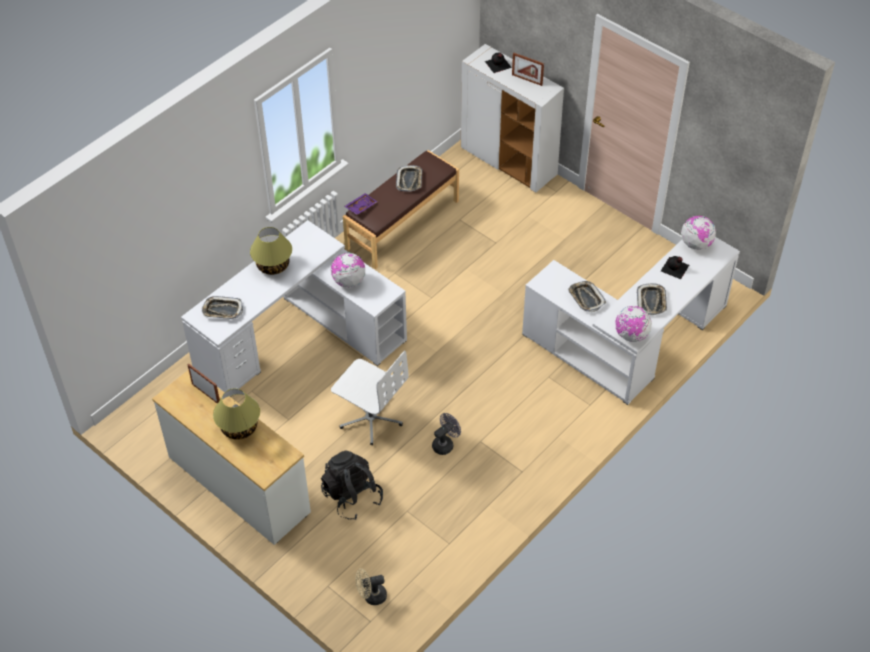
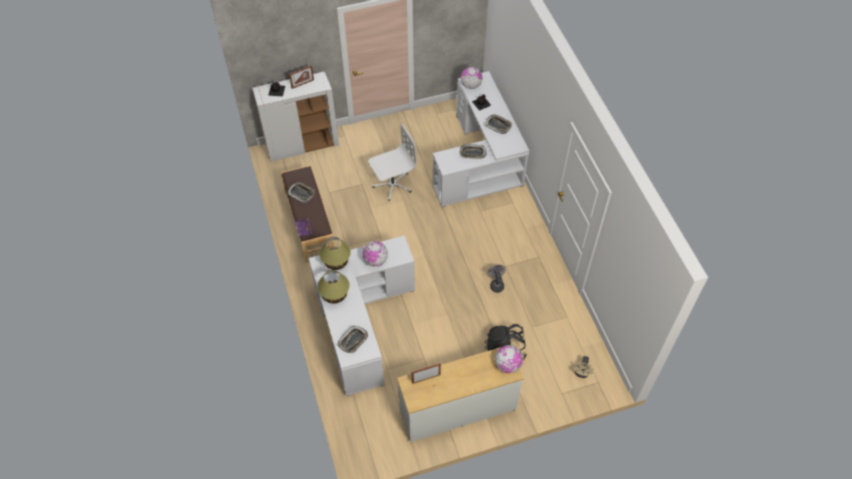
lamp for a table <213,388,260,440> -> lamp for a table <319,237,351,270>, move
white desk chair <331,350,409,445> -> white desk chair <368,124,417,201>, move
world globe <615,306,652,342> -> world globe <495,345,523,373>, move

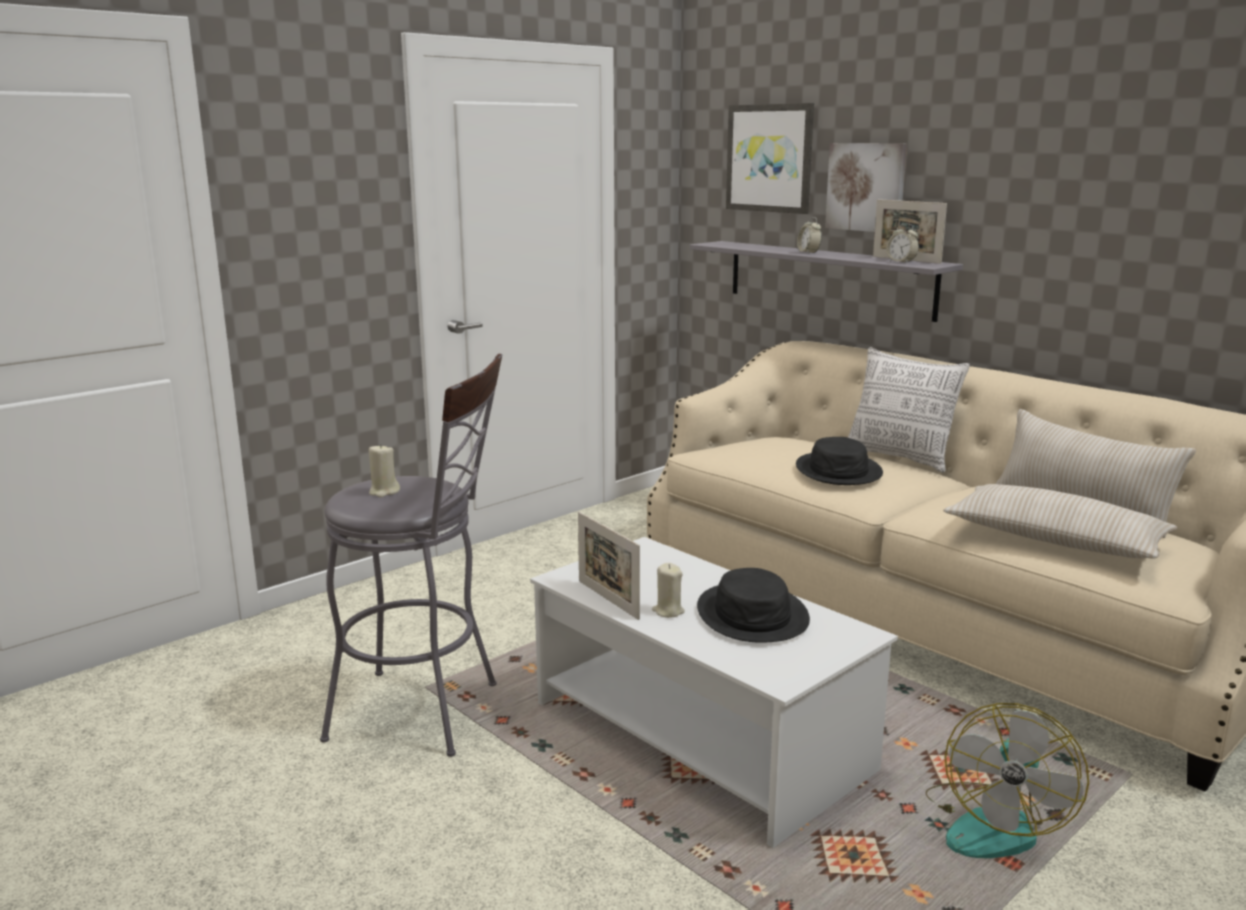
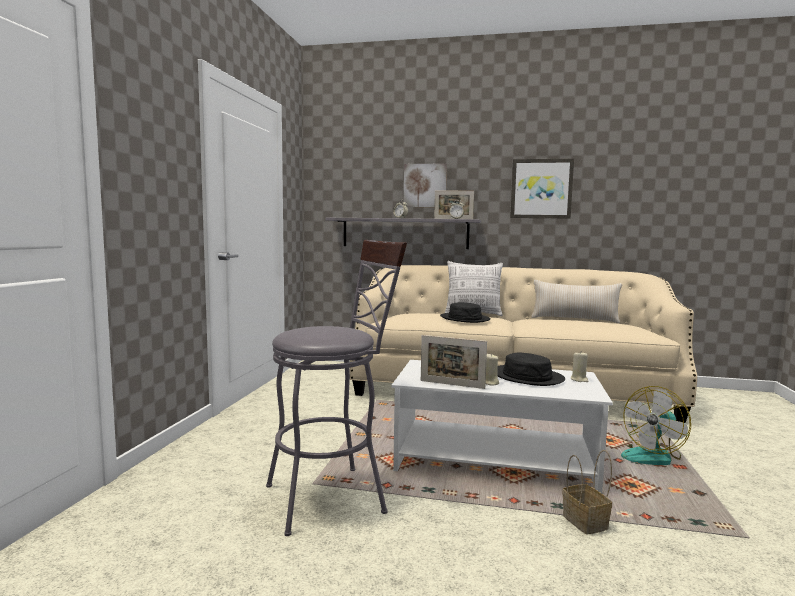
beige-coloured wax candle <369,444,400,497> -> beige-coloured wax candle <571,353,588,382>, move
wall picture <726,103,814,214> -> wall picture <510,158,574,219>, move
cooling fan <925,703,1089,858> -> cooling fan <621,386,691,465>, 60 degrees clockwise
beige-coloured cushion <943,484,1178,558> -> none
none -> basket <563,450,612,534>

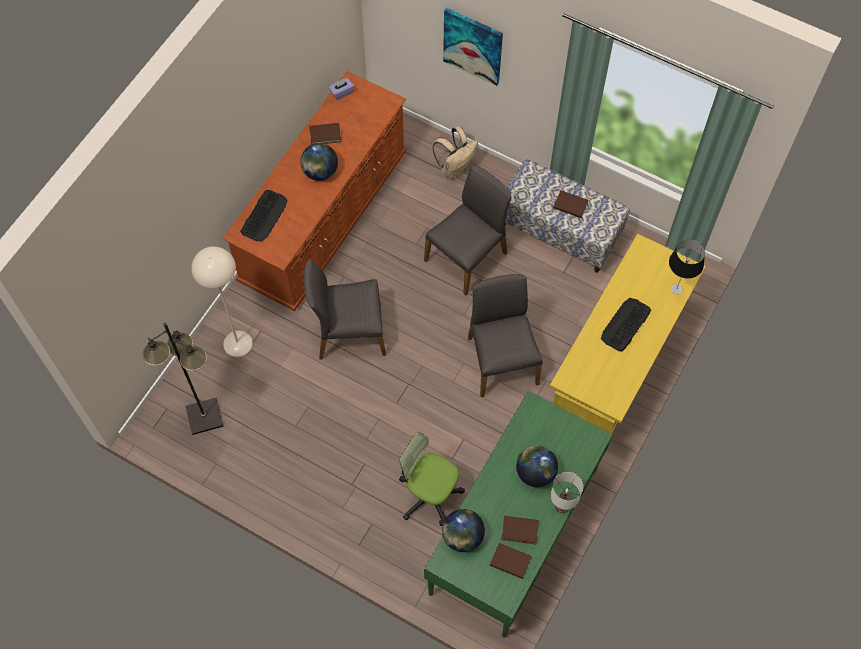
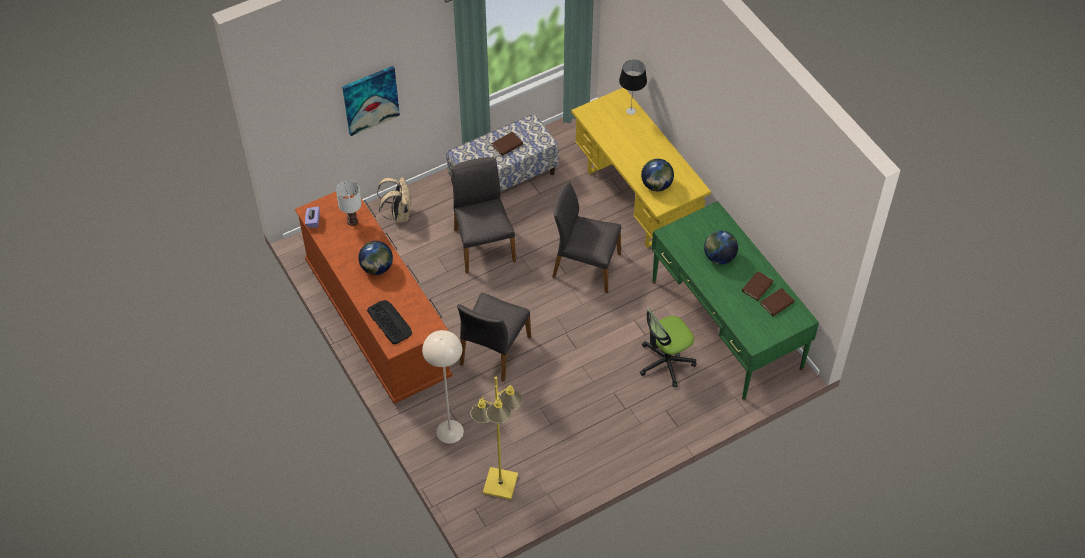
black-coloured floor lamp <143,323,223,435> -> yellow-coloured floor lamp <470,377,523,500>
brownish bound book <309,123,341,145> -> none
world globe <442,509,485,552> -> world globe <641,159,674,191>, move
white lamp for a table <551,472,583,513> -> white lamp for a table <336,181,362,226>, move
PC keyboard <601,298,651,352> -> none

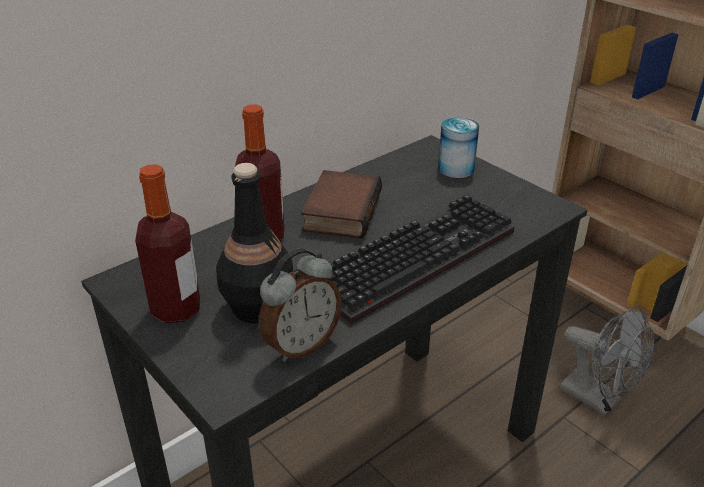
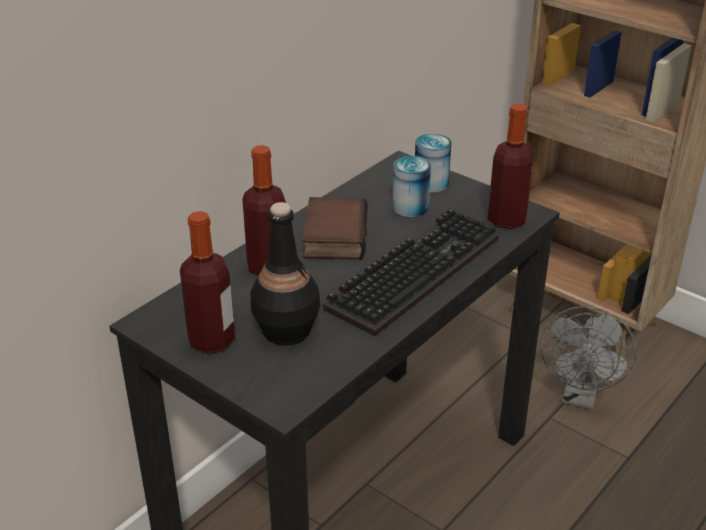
bedside clock <259,248,342,362> -> none
grey cooling fan <560,308,654,416> -> grey cooling fan <540,306,637,410>, 75 degrees clockwise
none -> can <393,156,431,217>
none -> beverage bottle <488,104,534,229>

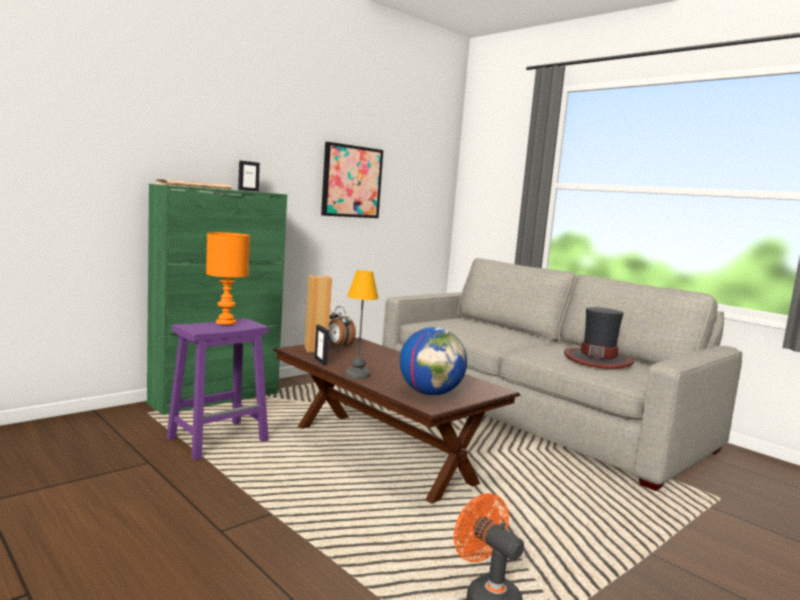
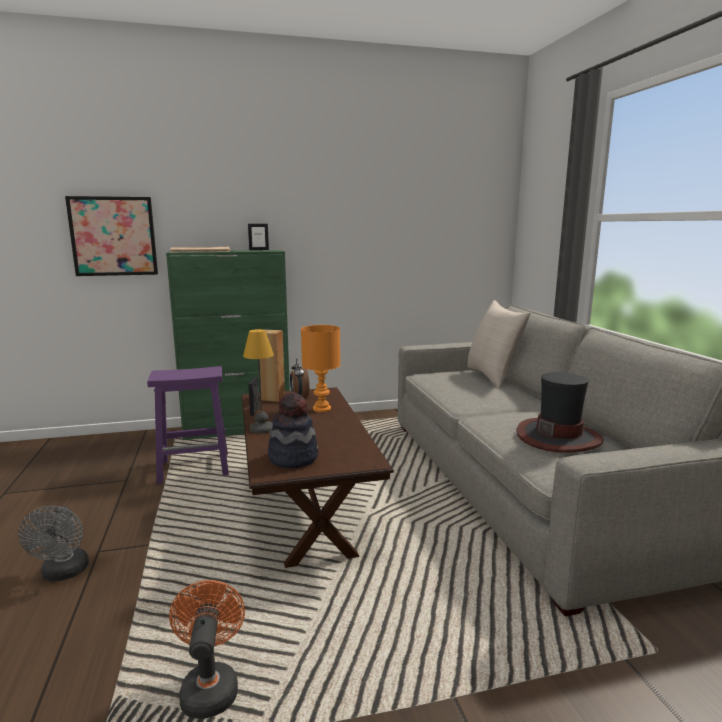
orange-coloured lamp for a table <206,232,250,325> -> orange-coloured lamp for a table <301,325,340,412>, move
wall picture <321,142,383,218> -> wall picture <65,196,158,276>, move
world globe <399,327,467,395> -> wearable hat <268,392,318,468>
none -> grey cooling fan <18,506,89,581>
none -> beige-coloured cushion <467,300,531,388>

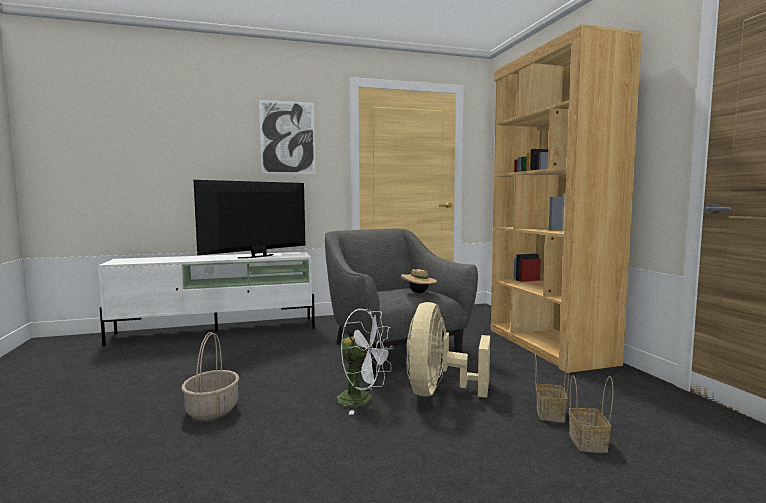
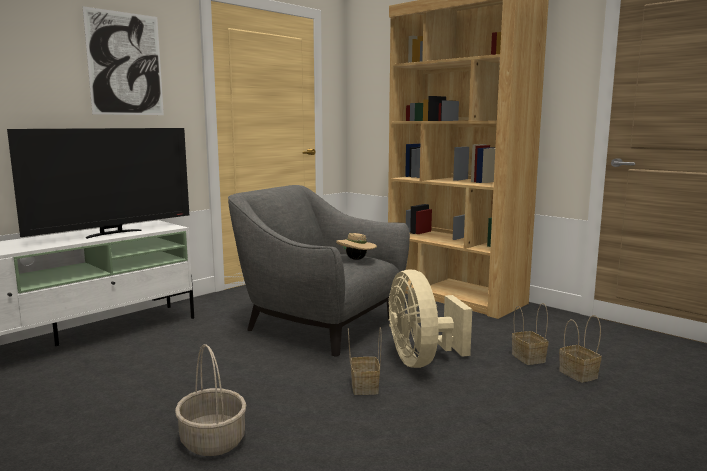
TV <194,180,305,258> -> TV <7,128,189,239>, 150 degrees counterclockwise
white cooling fan <334,309,394,414> -> basket <348,327,381,395>

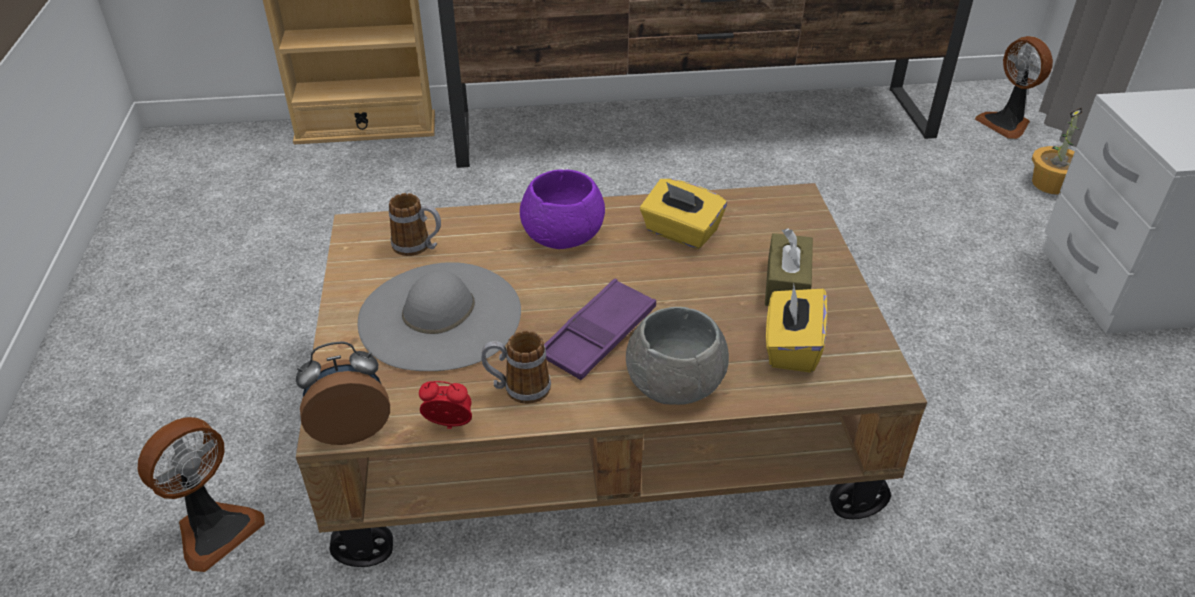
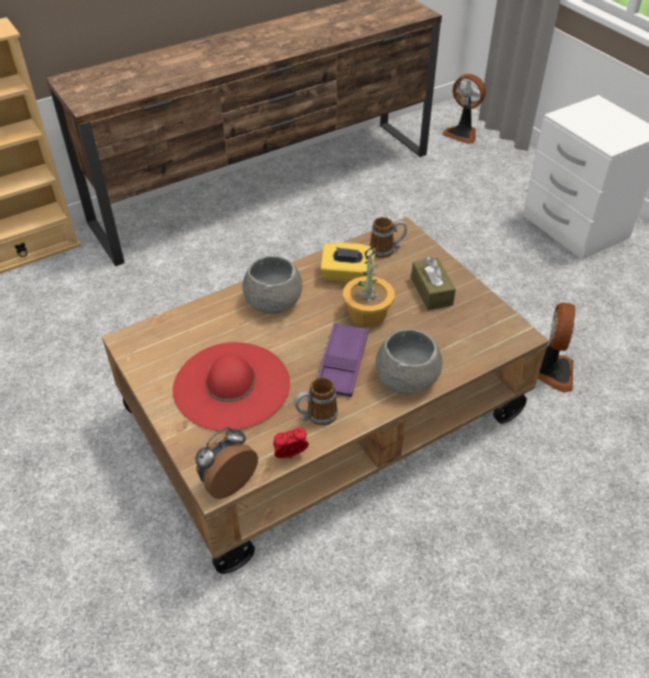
cooling fan <137,417,265,572> -> cooling fan <537,303,575,393>, move
grey wearable hat <358,262,521,371> -> red-coloured wearable hat <173,342,290,431>
tea mug <389,193,441,256> -> tea mug <369,217,407,258>, move
purple bowl <520,169,605,249> -> grey bowl <243,256,303,314>
yellow-coloured tissue box <766,284,827,373> -> none
potted plant <1032,107,1082,195> -> potted plant <343,246,395,327>, move

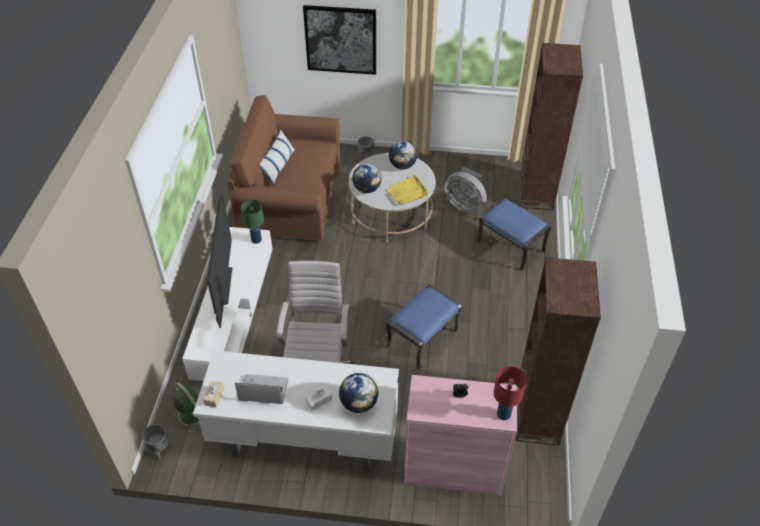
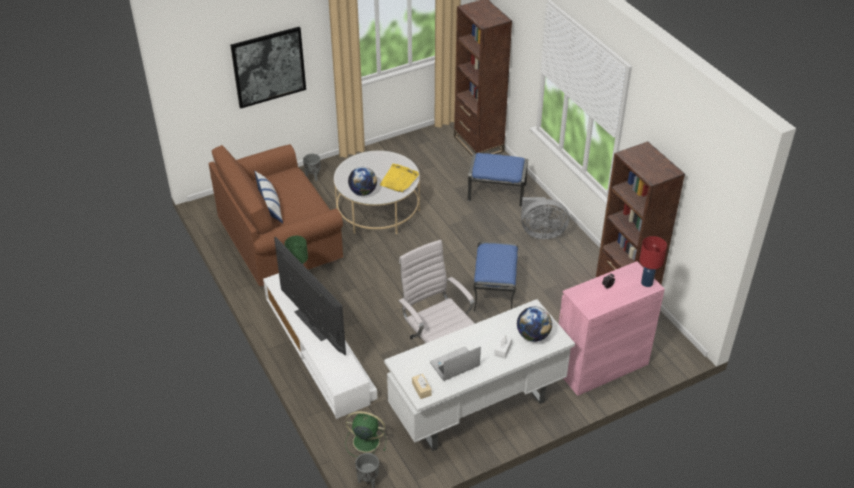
world globe <389,141,417,169> -> none
grey cooling fan <444,167,487,214> -> grey cooling fan <521,197,569,239>, move

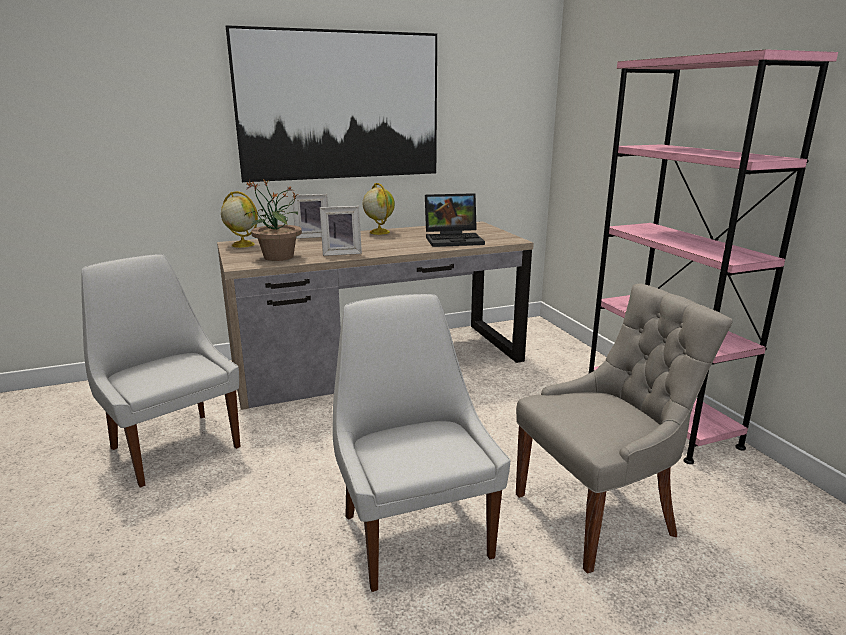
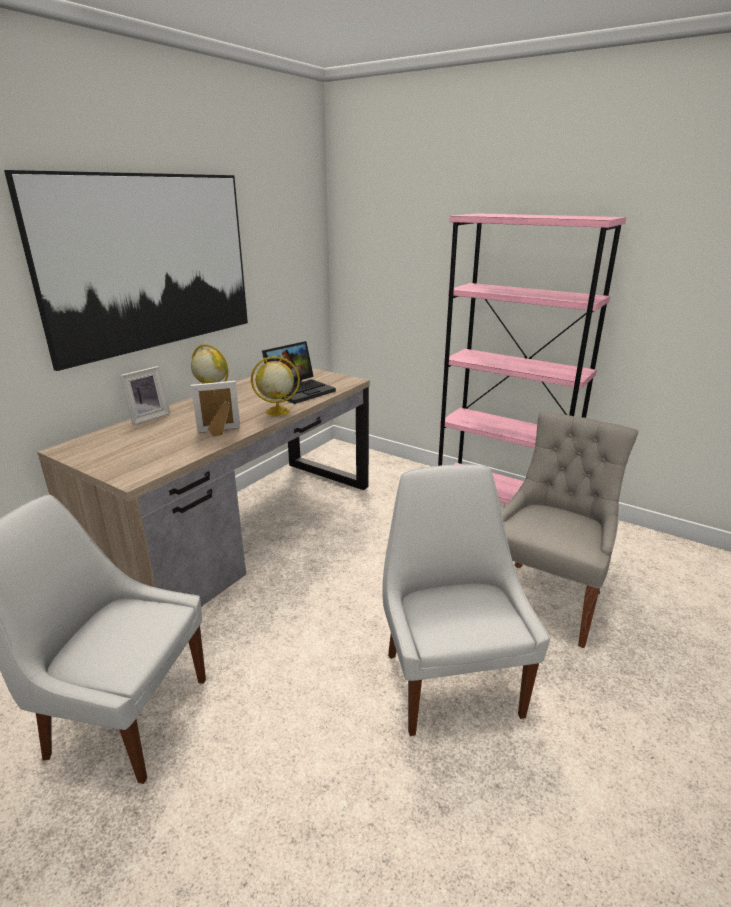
world globe <221,191,258,248> -> world globe <251,356,300,416>, move
potted plant <244,180,302,261> -> none
standing frame <320,206,362,256> -> standing frame <191,381,240,437>, 150 degrees counterclockwise
white chair <332,294,511,592> -> white chair <382,464,550,736>, 45 degrees clockwise

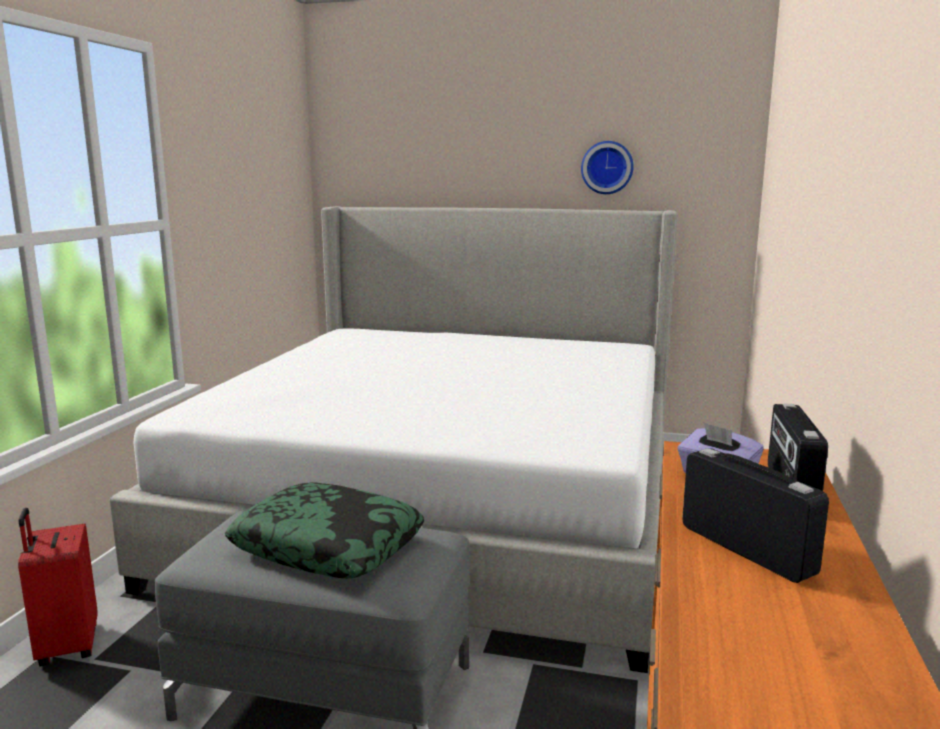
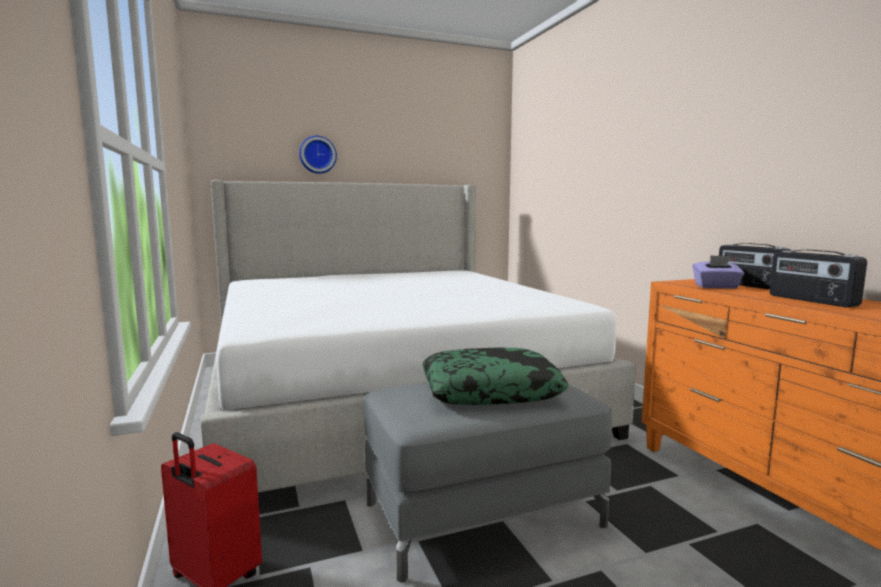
hanging clock <581,141,634,194> -> hanging clock <299,135,337,174>, move
radio receiver <682,448,829,583> -> radio receiver <770,250,867,307>, 135 degrees counterclockwise

